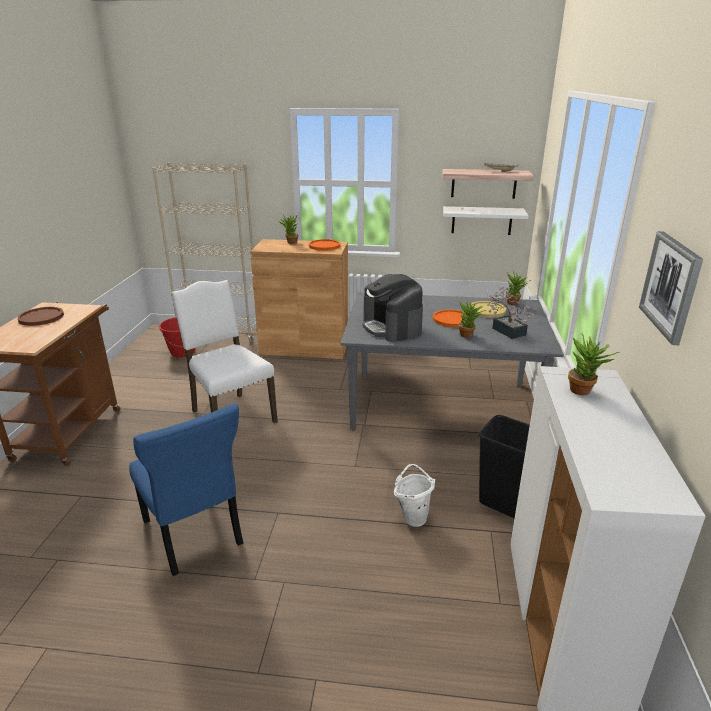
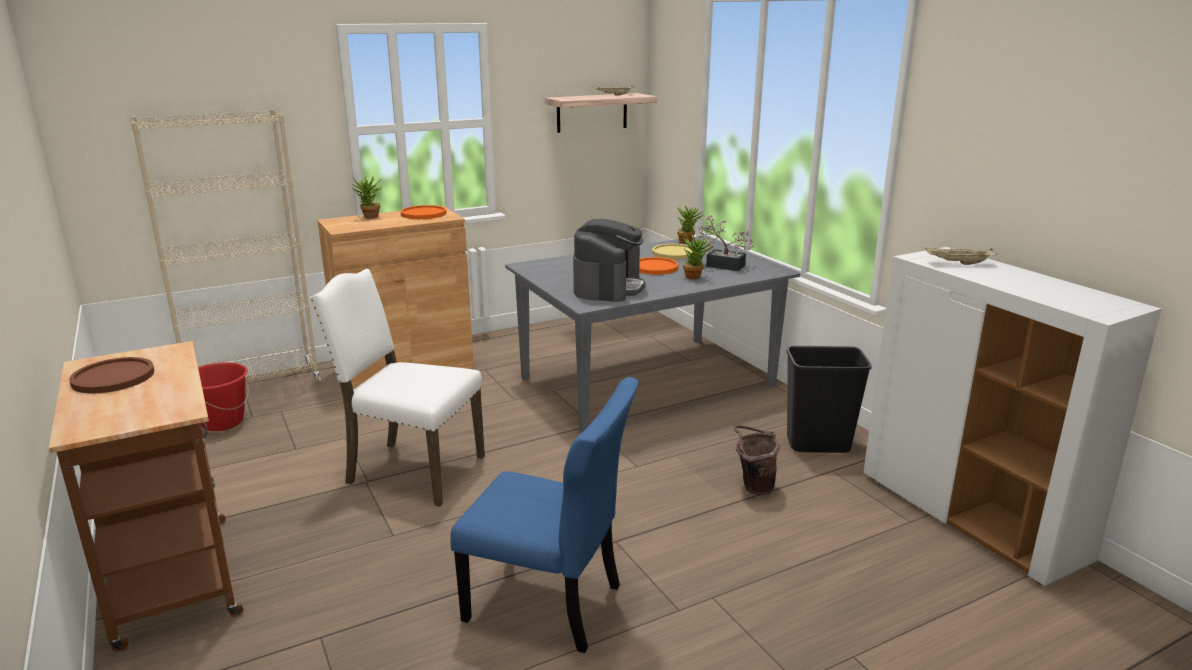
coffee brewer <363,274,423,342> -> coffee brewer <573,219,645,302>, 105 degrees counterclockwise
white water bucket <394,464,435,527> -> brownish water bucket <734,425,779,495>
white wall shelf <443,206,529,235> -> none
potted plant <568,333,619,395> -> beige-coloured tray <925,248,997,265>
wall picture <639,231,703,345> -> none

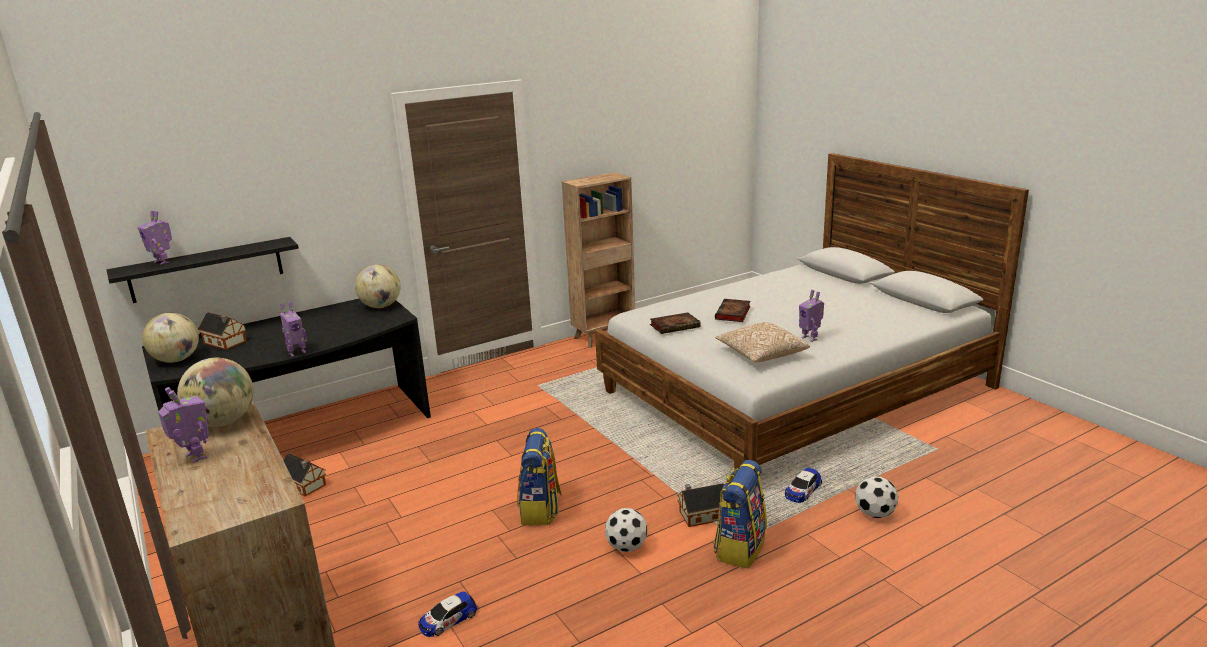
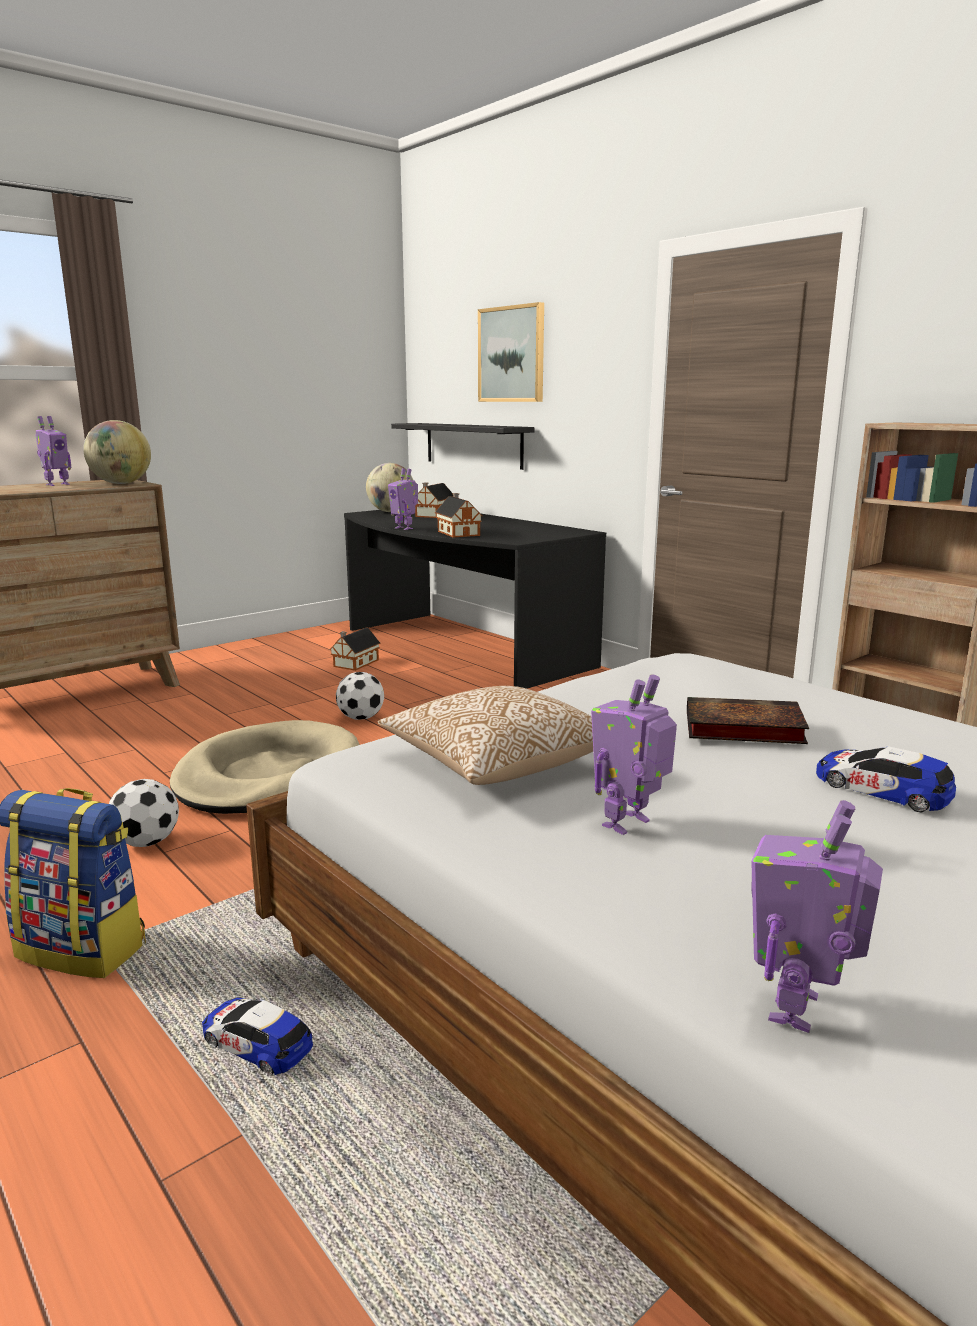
model robot <138,211,172,265> -> model robot <751,800,883,1033>, move
world globe <355,264,401,308> -> none
toy car <418,591,477,637> -> toy car <816,747,956,813>, move
knapsack <517,428,561,525> -> beige-coloured pet bed <170,720,360,814>
bound book <650,312,701,334> -> none
model house <677,483,725,527> -> model house <435,493,483,538>, move
football <855,476,898,518> -> football <336,672,384,720>, move
none -> wall picture <478,302,544,402>

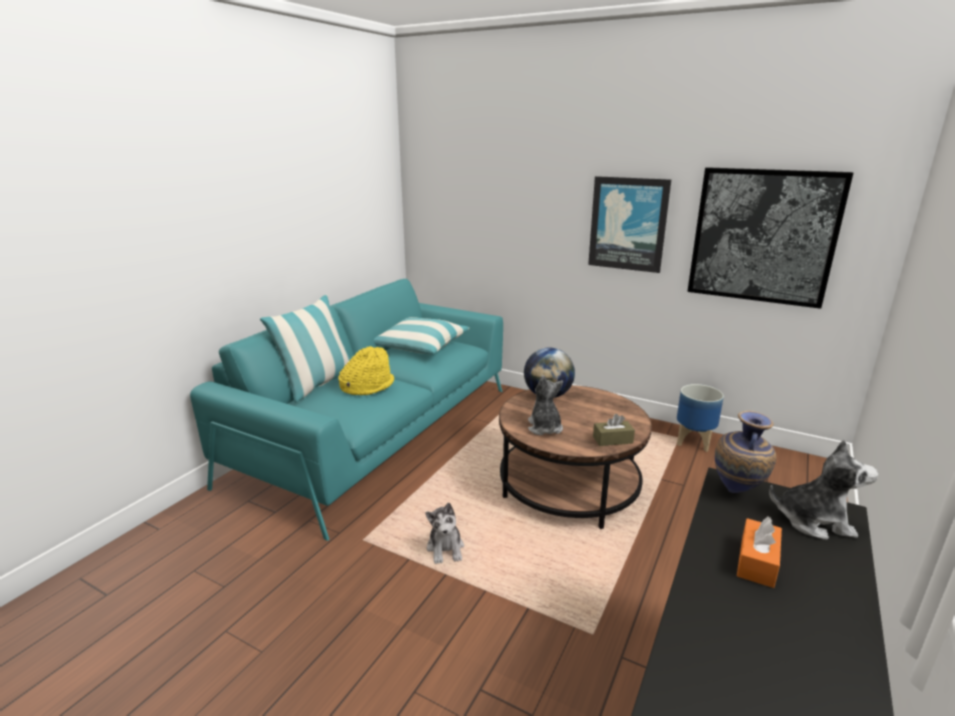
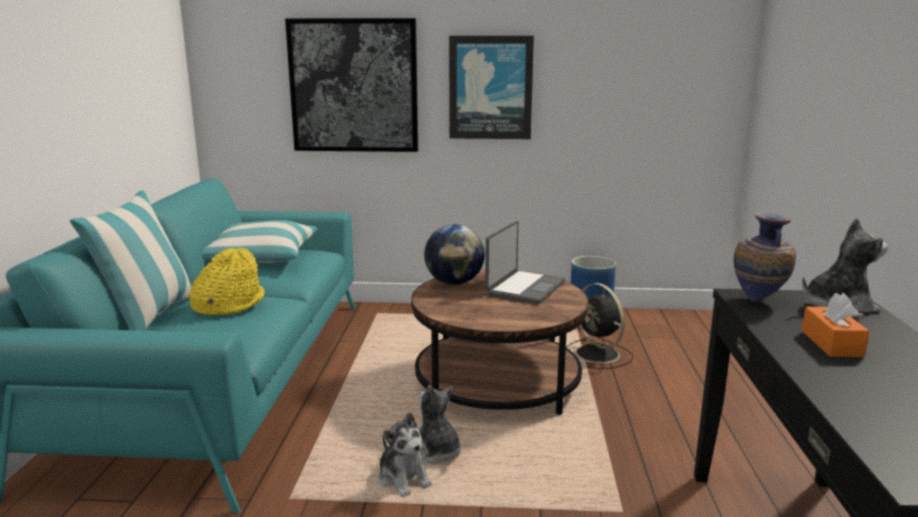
cuddly toy <528,375,563,435> -> cuddly toy <418,385,461,464>, move
brownish tissue box <593,414,635,446> -> none
wall picture <687,167,853,309> -> wall picture <285,18,418,152>, move
none -> portable computer <485,221,565,304>
none -> black-coloured cooling fan <566,283,633,369>

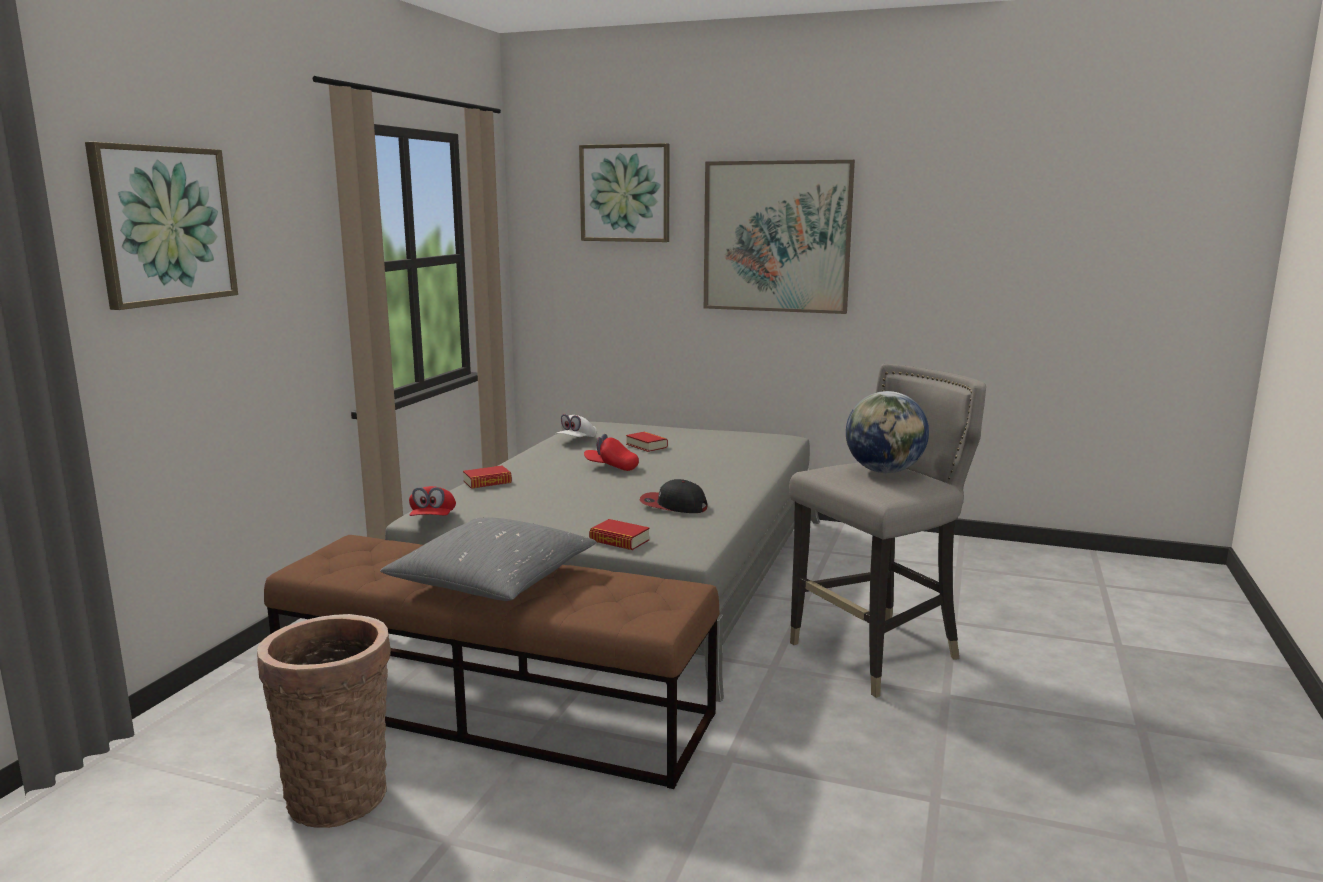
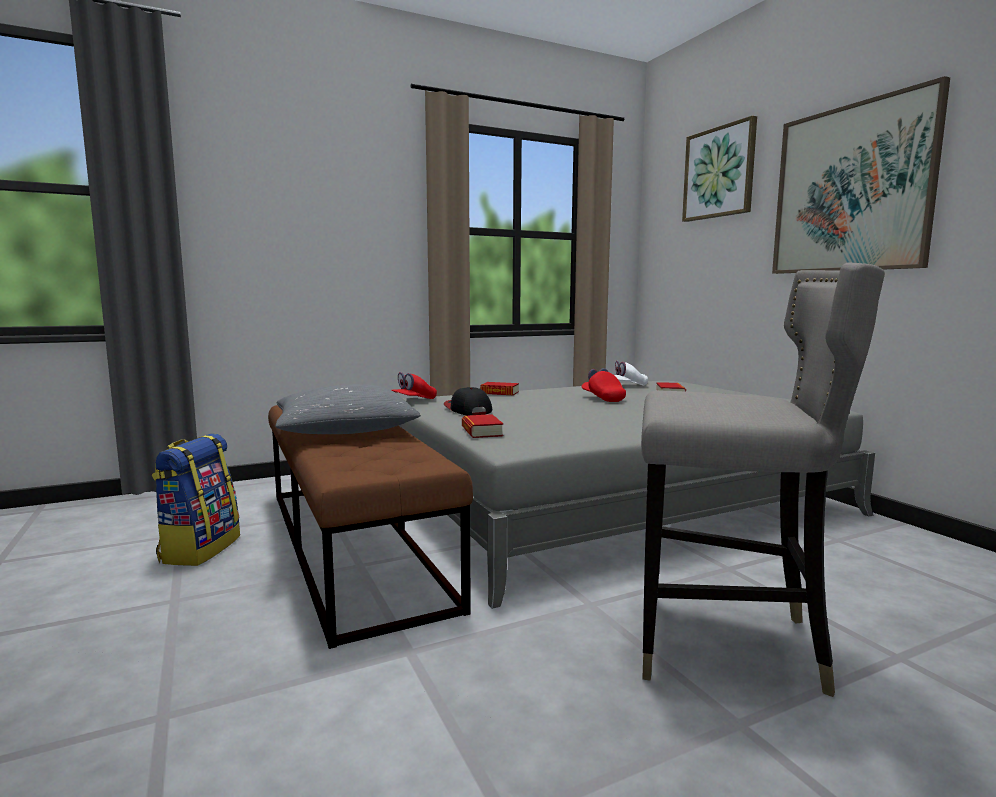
wall picture <85,142,238,310> -> none
basket <257,614,391,828> -> knapsack <152,433,240,566>
cap <639,479,707,513> -> cap <444,387,492,416>, move
world globe <846,391,929,473> -> none

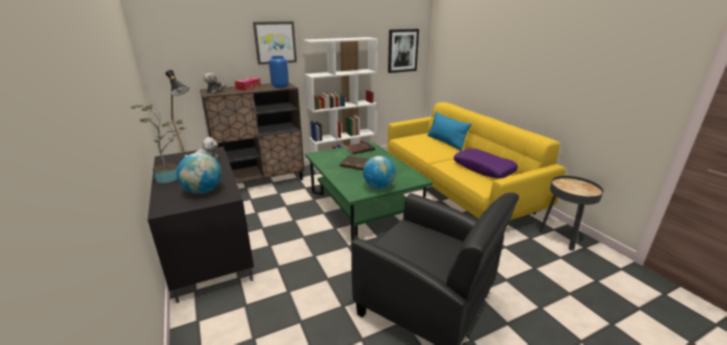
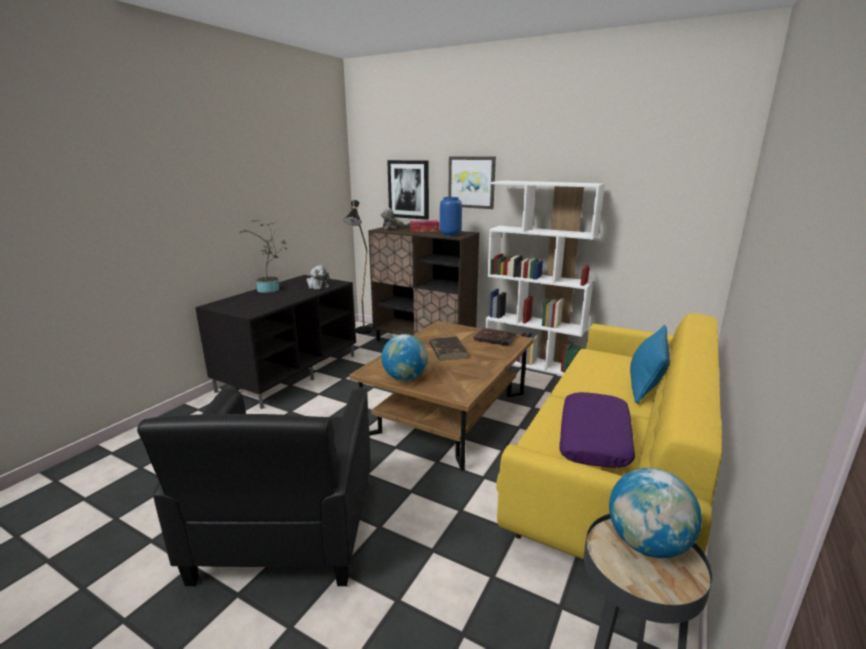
world globe <177,153,221,194> -> world globe <609,468,702,558>, move
green-coloured lounge table <305,142,433,245> -> brownish lounge table <349,321,534,471>
wall picture <388,29,419,73> -> wall picture <387,160,429,220>, move

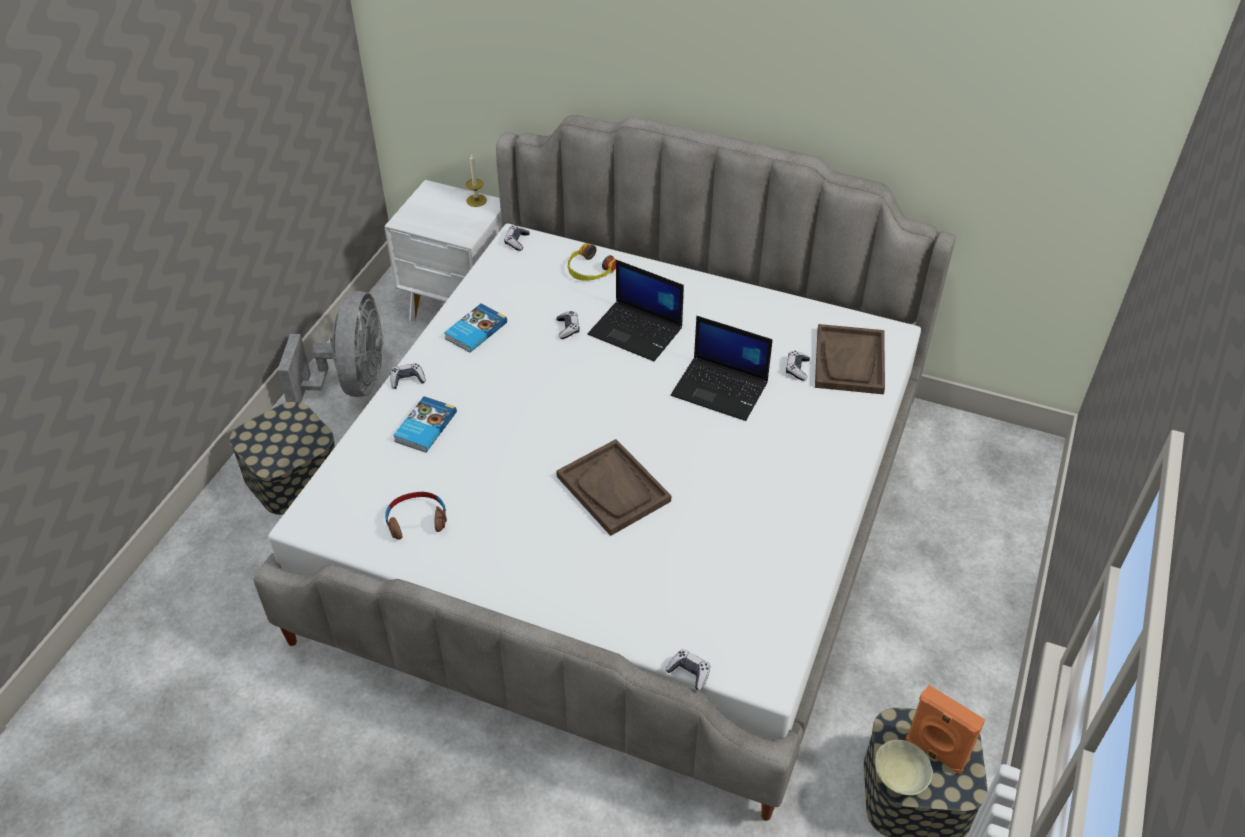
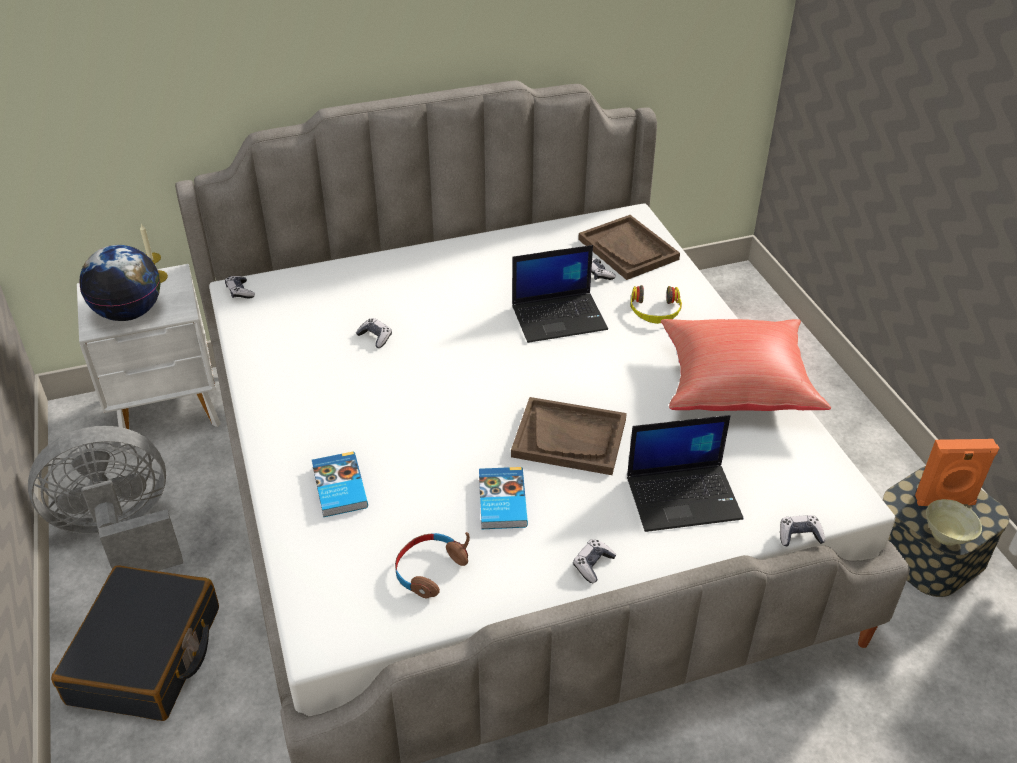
storage bin <229,402,335,515> -> black-coloured piece of luggage <51,565,219,721>
grey cooling fan <277,291,383,402> -> grey cooling fan <28,426,183,571>, 75 degrees counterclockwise
joypad <390,363,426,389> -> joypad <573,539,617,583>, move
bound book <444,304,507,353> -> bound book <479,467,528,529>, move
pair of headphones <568,243,617,281> -> pair of headphones <630,285,682,324>, move
portable computer <588,260,684,361> -> portable computer <627,415,744,532>, move
none -> world globe <79,245,160,321>
none -> red-coloured cushion <661,319,831,411>

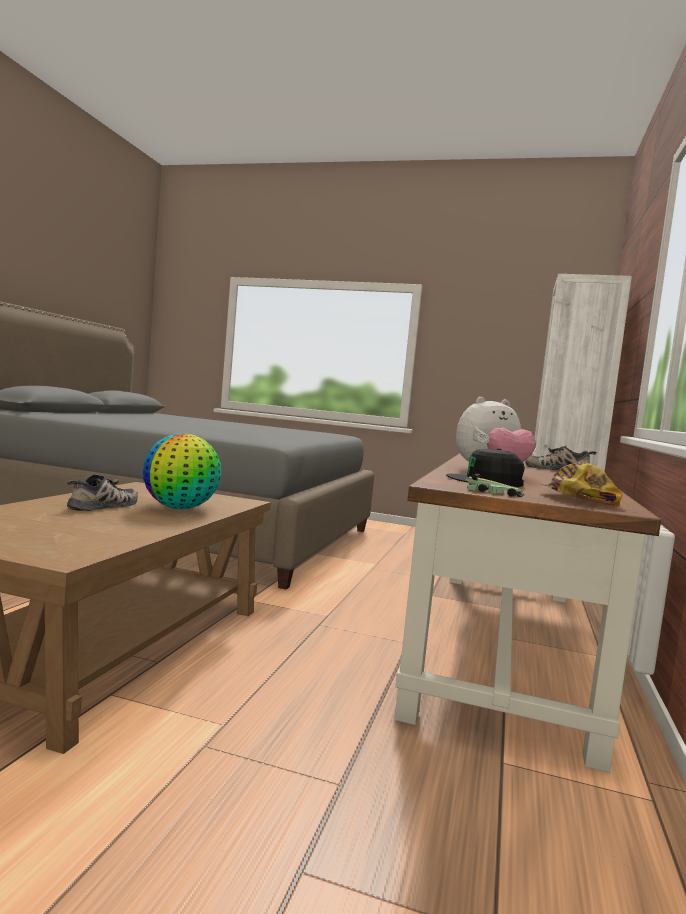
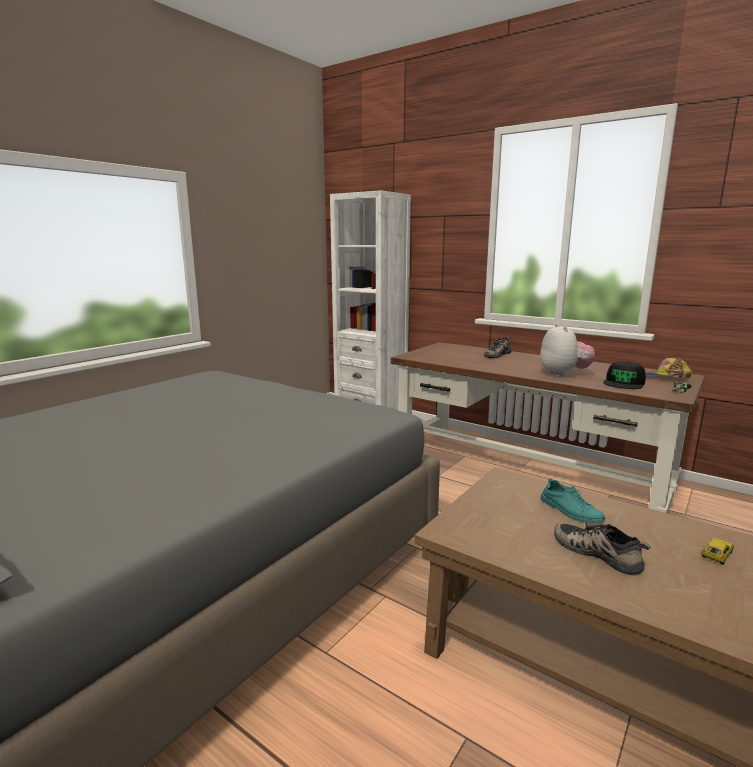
world globe <143,433,221,509> -> turquoise low shoe <541,478,605,523>
none -> toy car <701,538,734,565>

